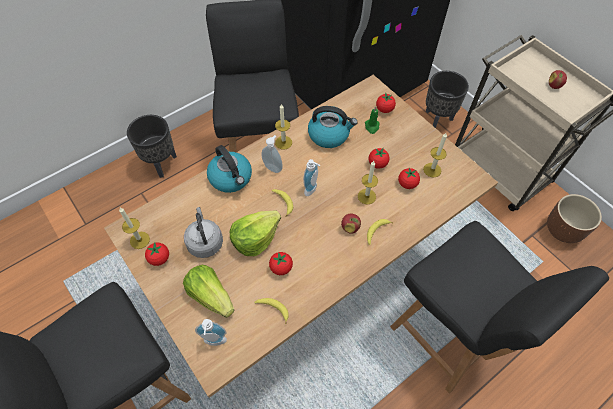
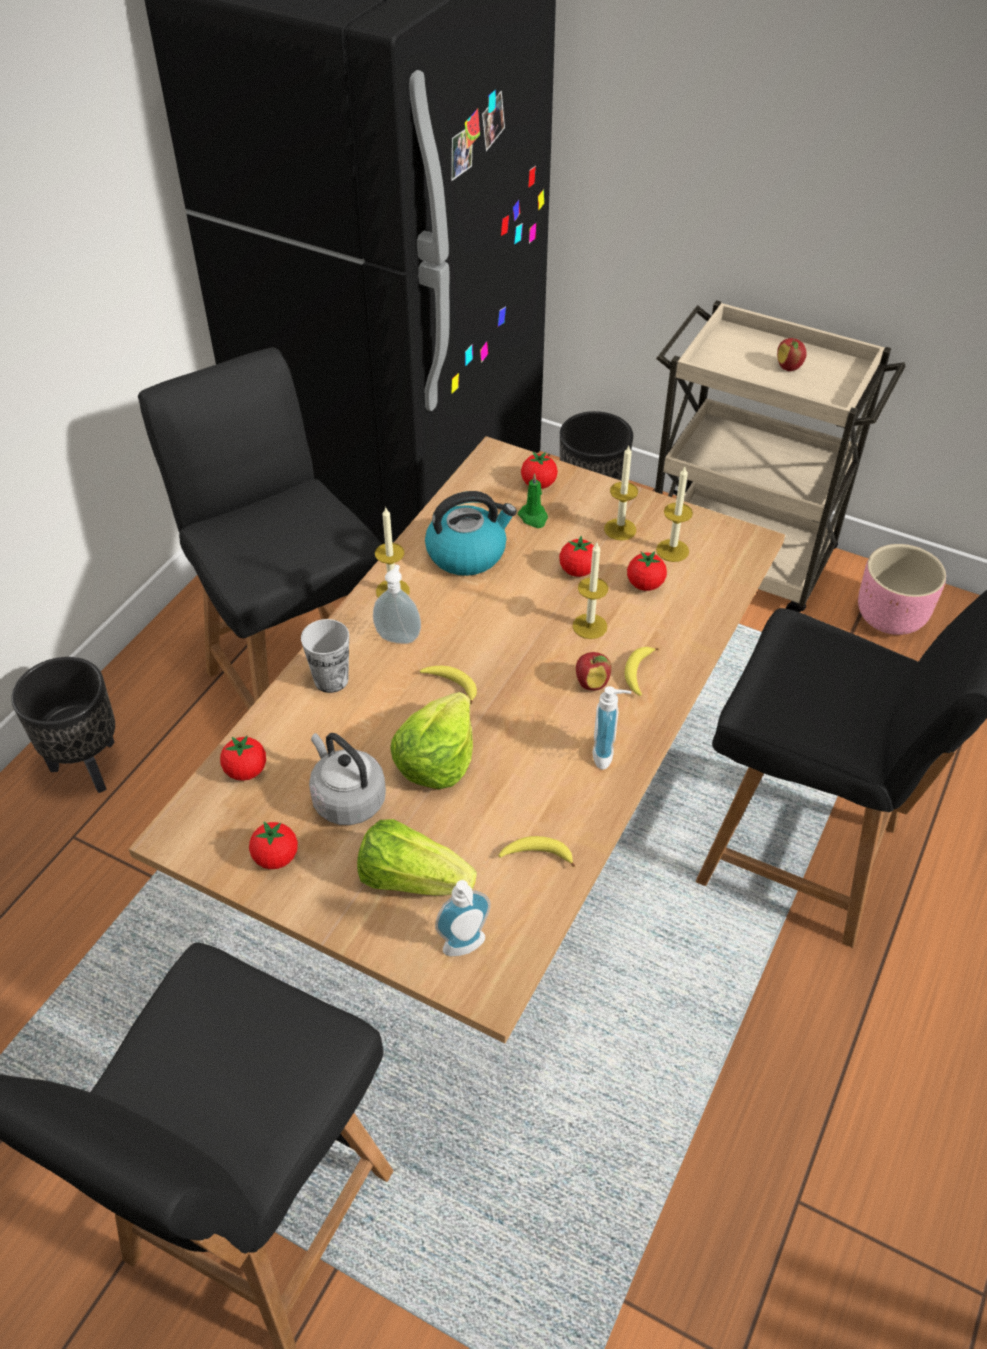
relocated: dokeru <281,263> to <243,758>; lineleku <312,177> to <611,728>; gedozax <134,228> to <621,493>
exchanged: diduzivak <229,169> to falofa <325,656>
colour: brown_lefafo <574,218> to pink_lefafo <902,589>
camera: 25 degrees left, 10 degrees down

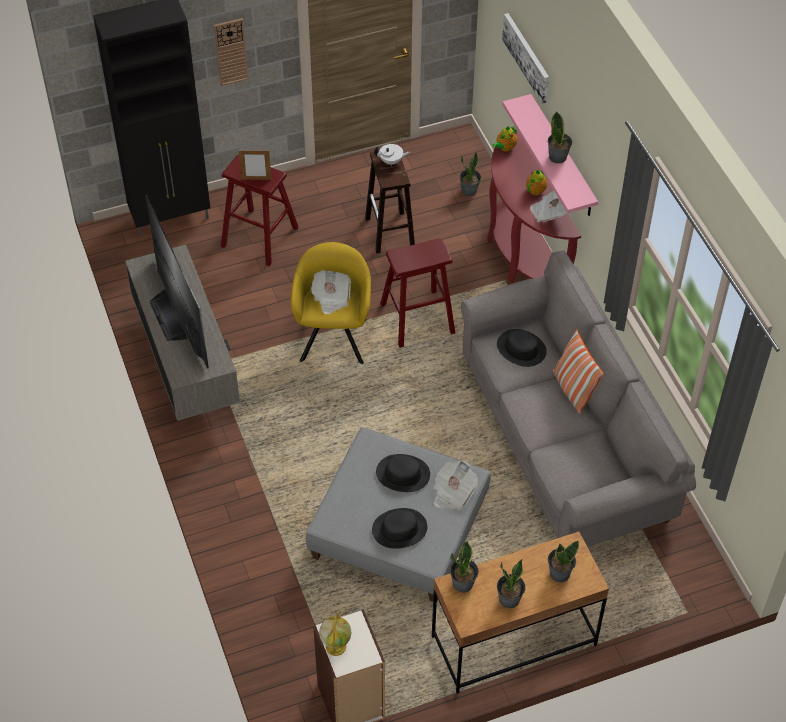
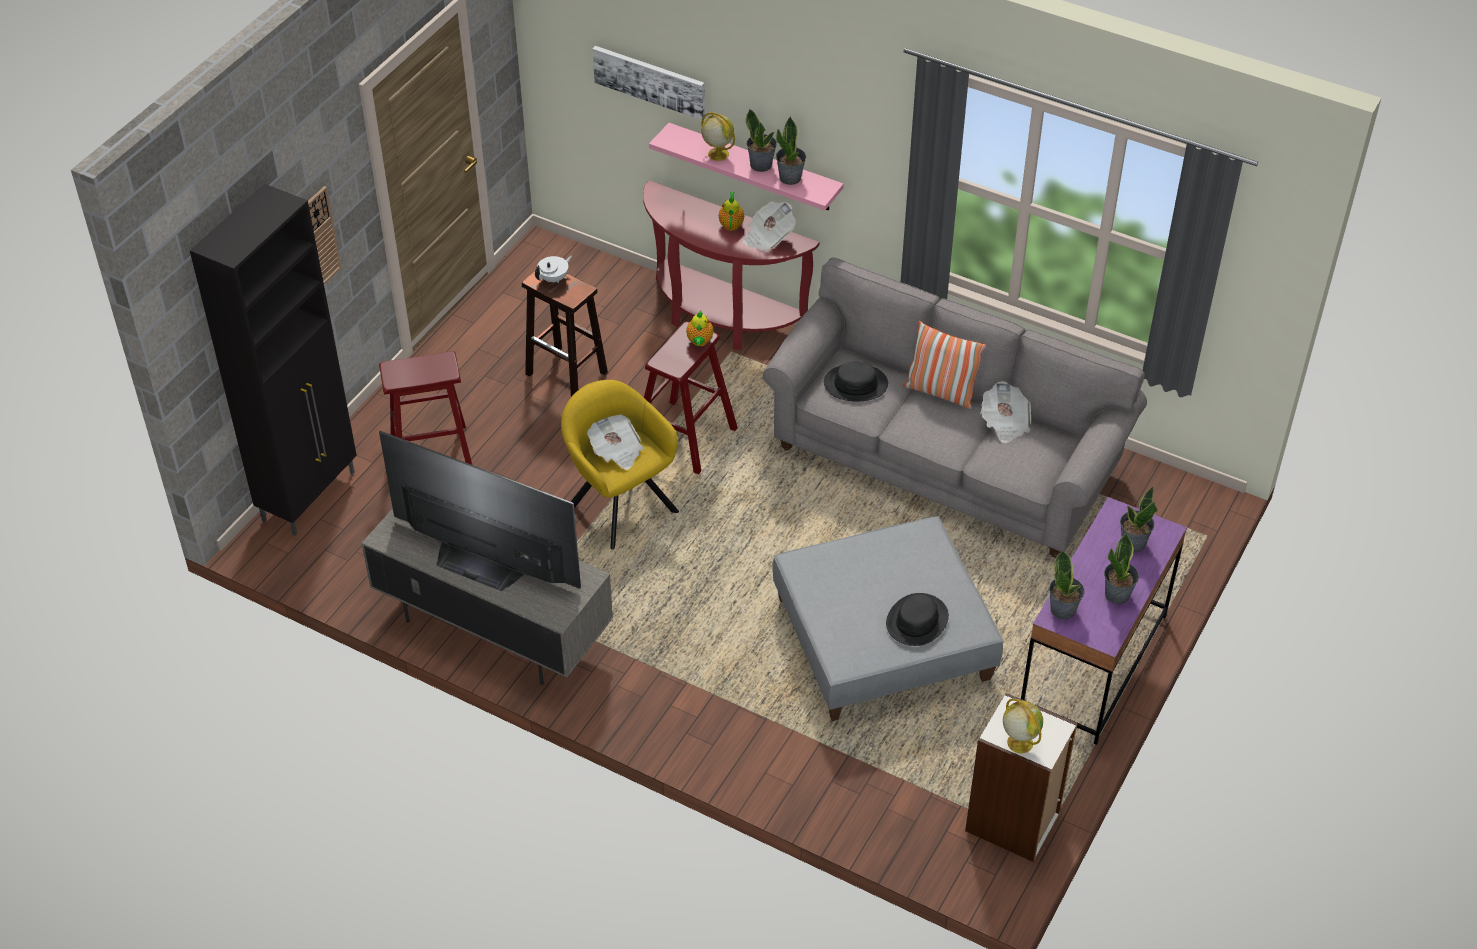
missing: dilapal <255,165>; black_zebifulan <403,473>
appeared: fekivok <718,136>
relocated: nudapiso <504,138> to <700,328>; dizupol <470,173> to <791,150>; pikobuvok <455,485> to <1006,412>
colour: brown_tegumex <520,613> to purple_tegumex <1104,621>
camera: 40 degrees left, 5 degrees down

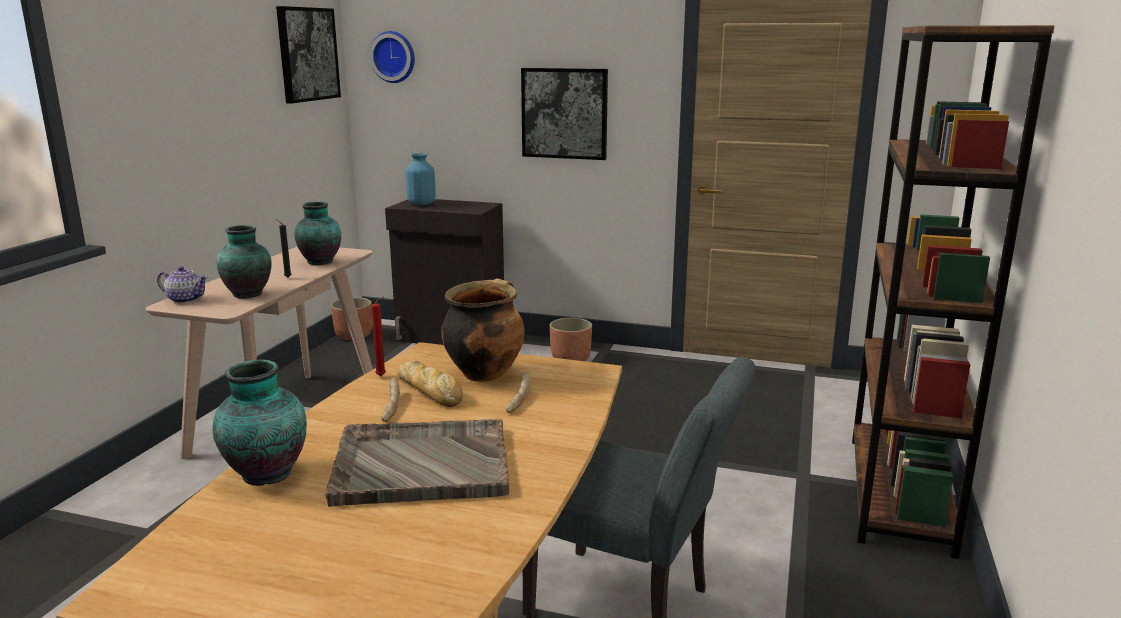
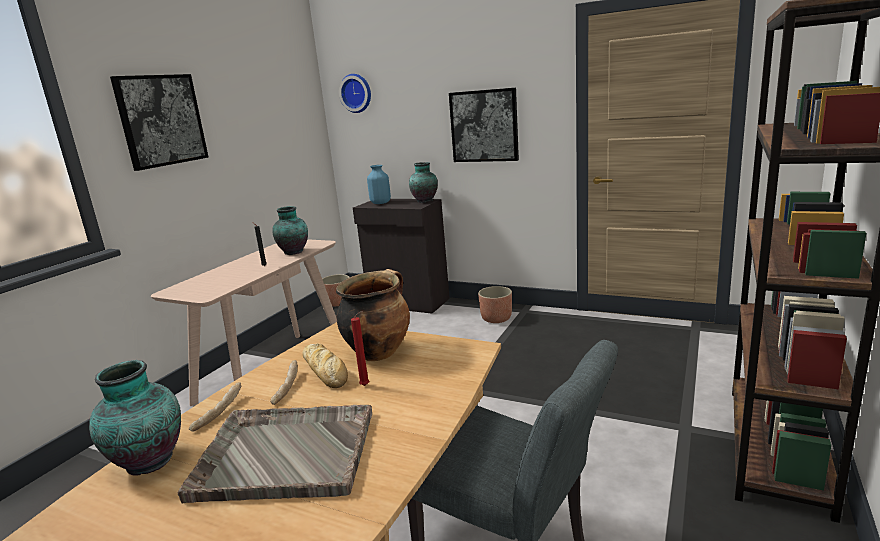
missing: nudapiso <182,284>
relocated: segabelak <308,54> to <159,122>; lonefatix <518,392> to <215,407>; red_gedozax <378,336> to <360,348>; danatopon <244,261> to <423,182>
camera: 10 degrees right, 0 degrees up

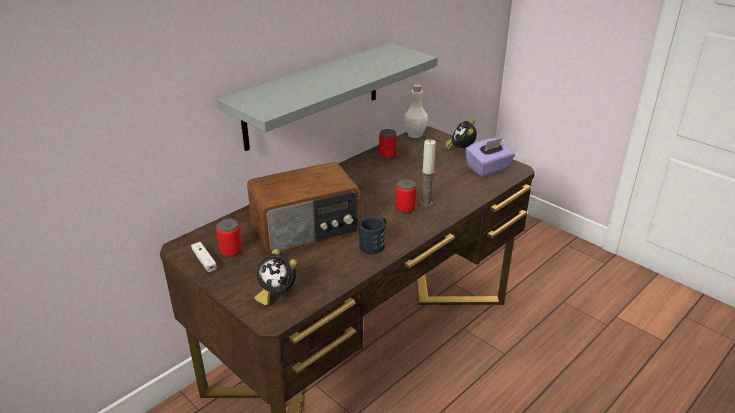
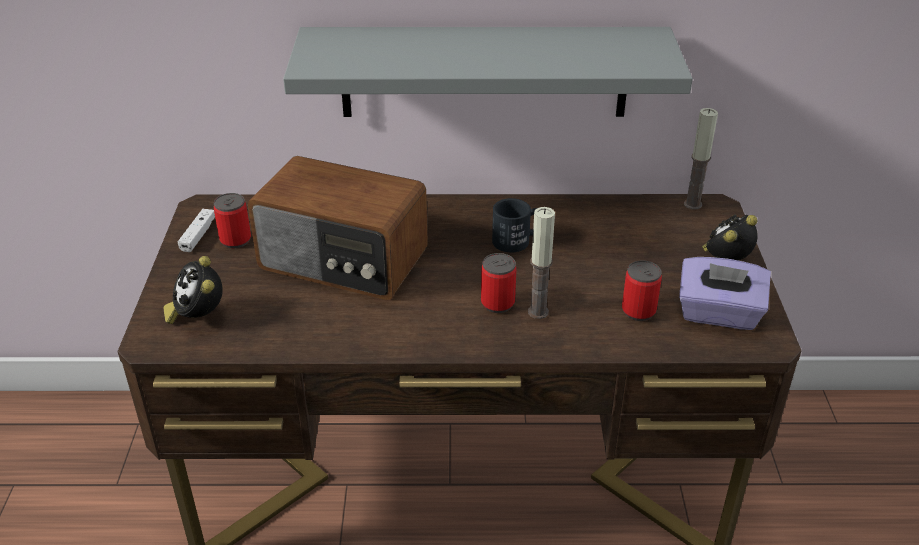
relocated: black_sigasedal <372,235> to <514,225>; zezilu <388,144> to <642,290>
exchanged: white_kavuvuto <416,111> to gedozax <701,159>
camera: 45 degrees right, 5 degrees up

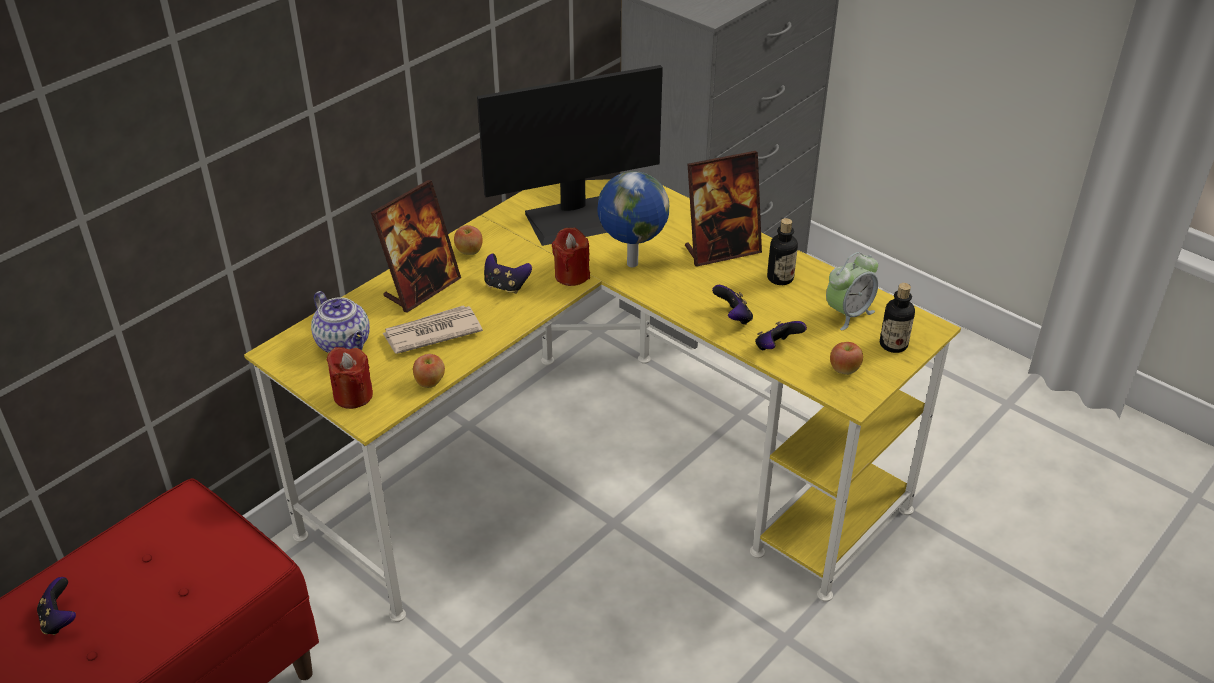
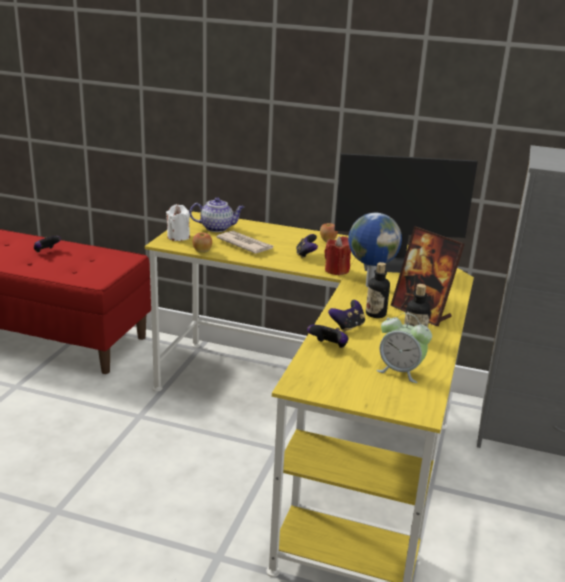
missing: dilapal <416,246>; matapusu <846,358>
relocated: kavuvuto <897,318> to <378,290>
colour: red_gedozax <349,378> to white_gedozax <178,222>
spun: nudapiso <340,322> = <217,214> 120 degrees counterclockwise; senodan <570,155> = <406,213> 45 degrees counterclockwise
camera: 65 degrees right, 15 degrees down

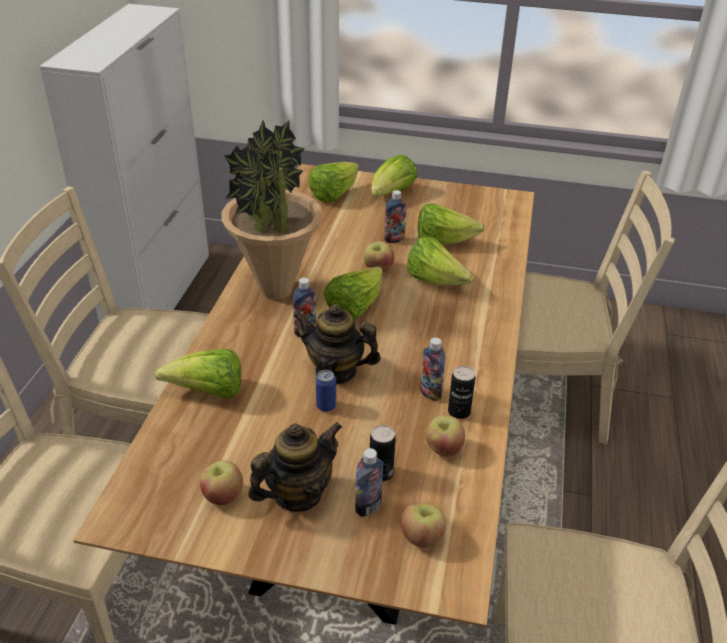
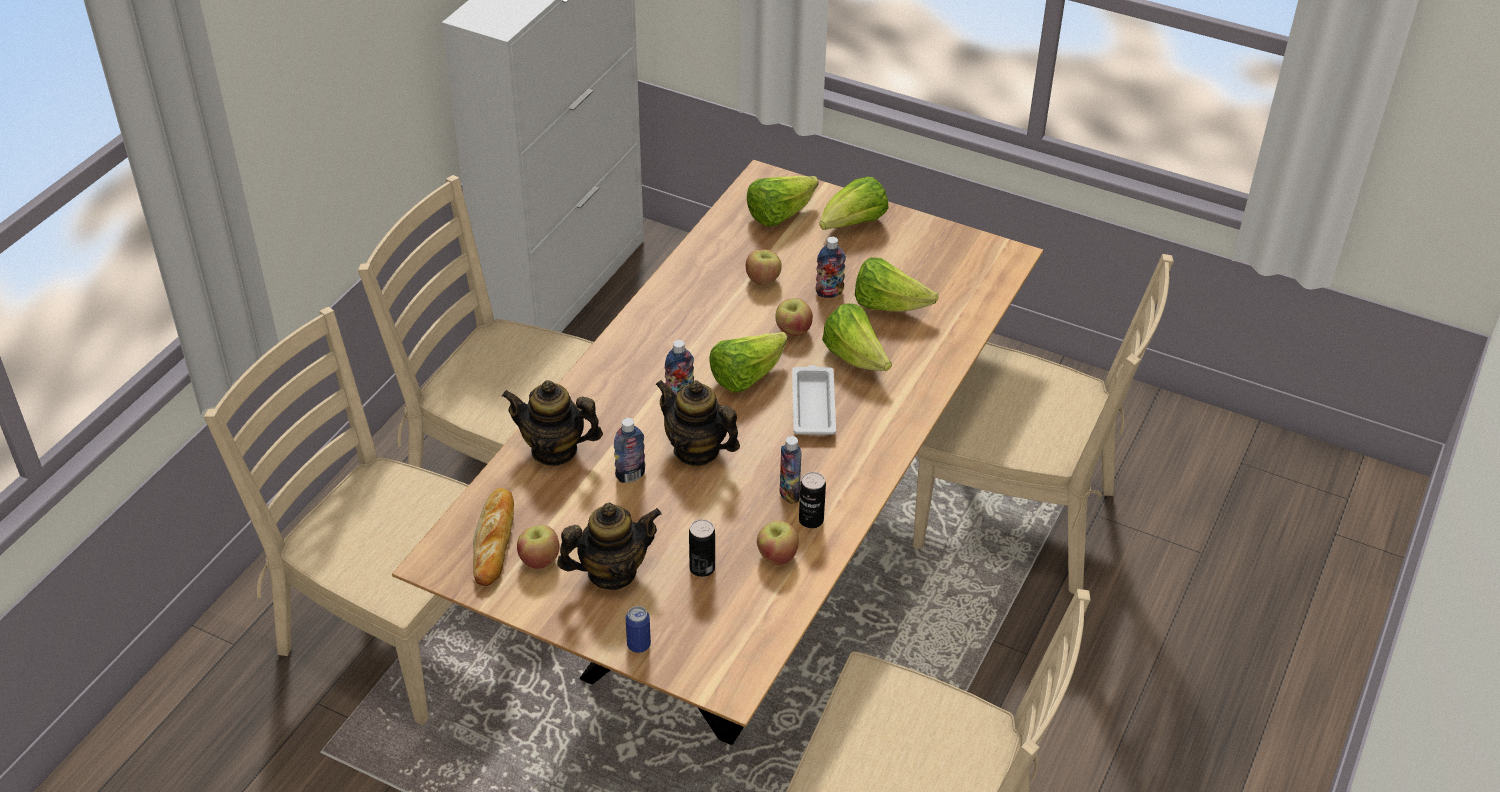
missing: dizupol <272,210>
appeared: lonefatix <493,537>; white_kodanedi <814,399>
relocated: kavuvuto <369,482> to <629,450>; zezilu <326,391> to <638,629>; matapusu <423,524> to <764,267>
exchanged: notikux <198,373> to nudapiso <552,423>
camera: 15 degrees right, 5 degrees up

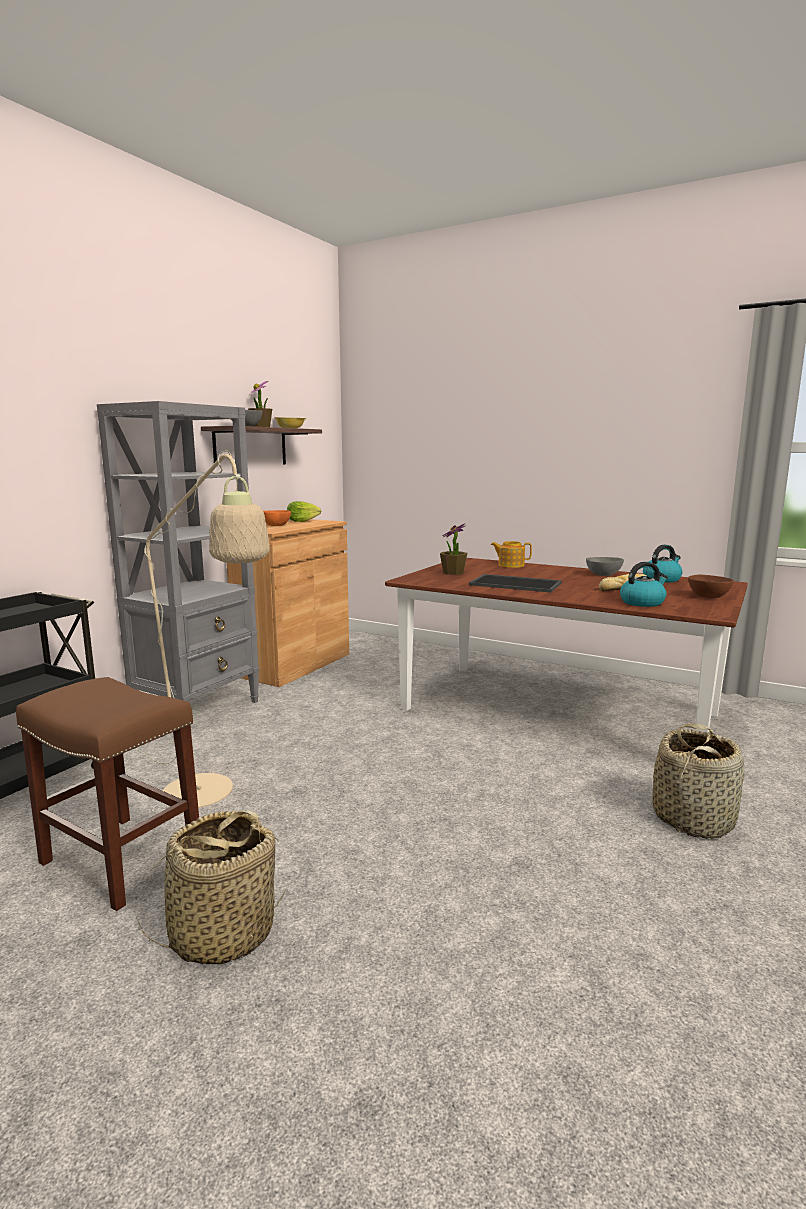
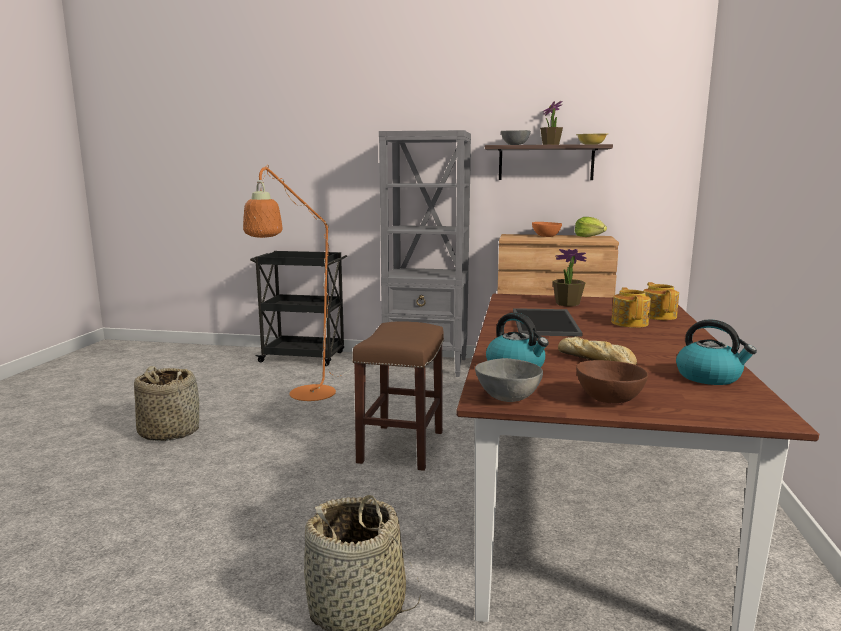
appeared: nudapiso <631,307>
relocated: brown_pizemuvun <107,794> to <398,396>; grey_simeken <605,566> to <509,380>
colour: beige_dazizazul <202,629> to orange_dazizazul <299,283>
camera: 70 degrees right, 0 degrees up

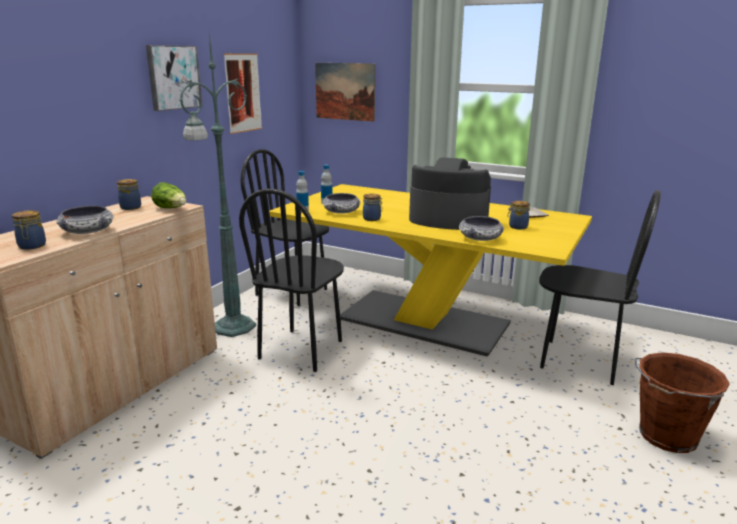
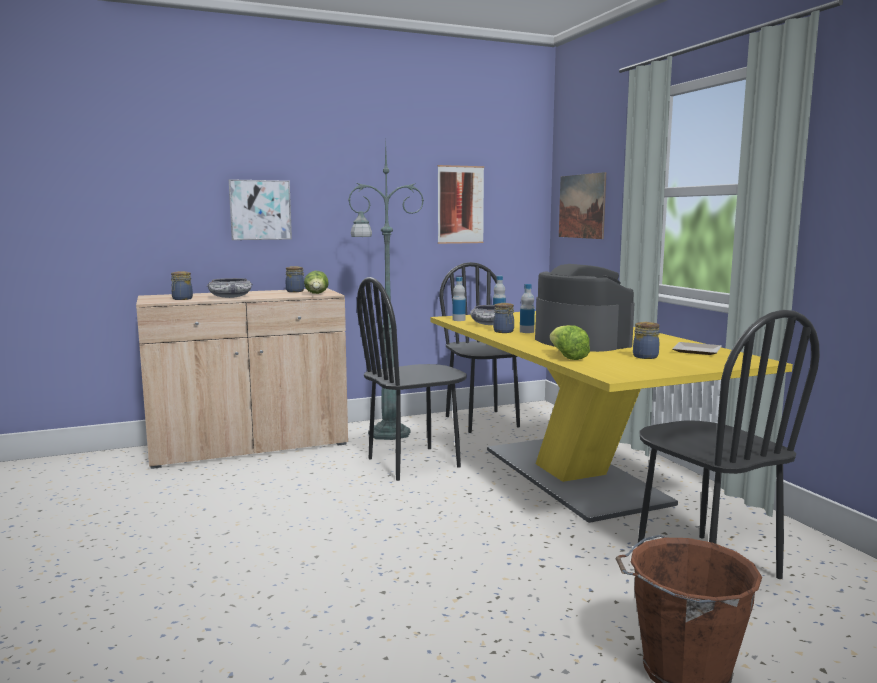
appeared: kavuvuto <527,308>
relocated: segabelak <174,78> to <260,209>
exchanged: simeken <481,228> to notikux <570,342>
camera: 40 degrees right, 10 degrees down

